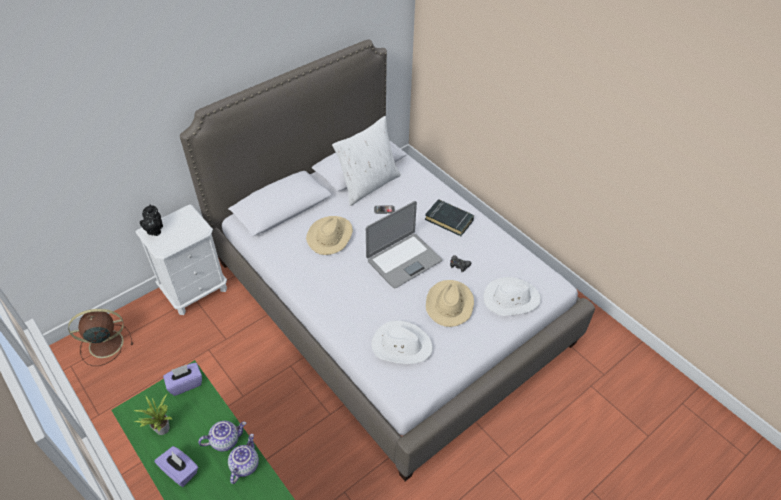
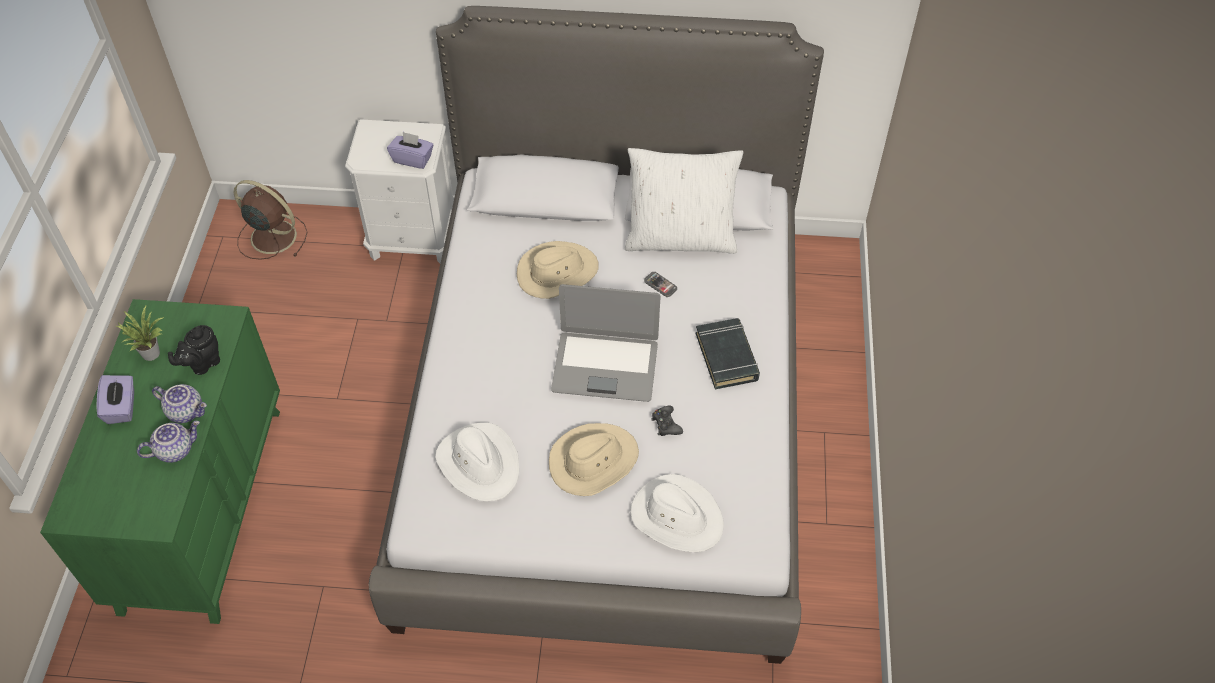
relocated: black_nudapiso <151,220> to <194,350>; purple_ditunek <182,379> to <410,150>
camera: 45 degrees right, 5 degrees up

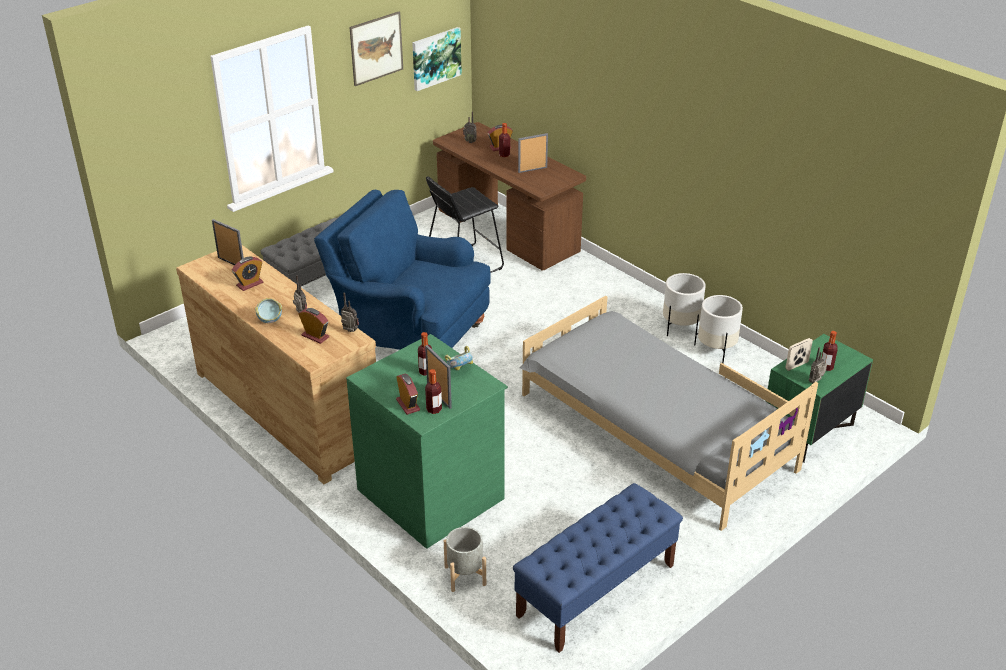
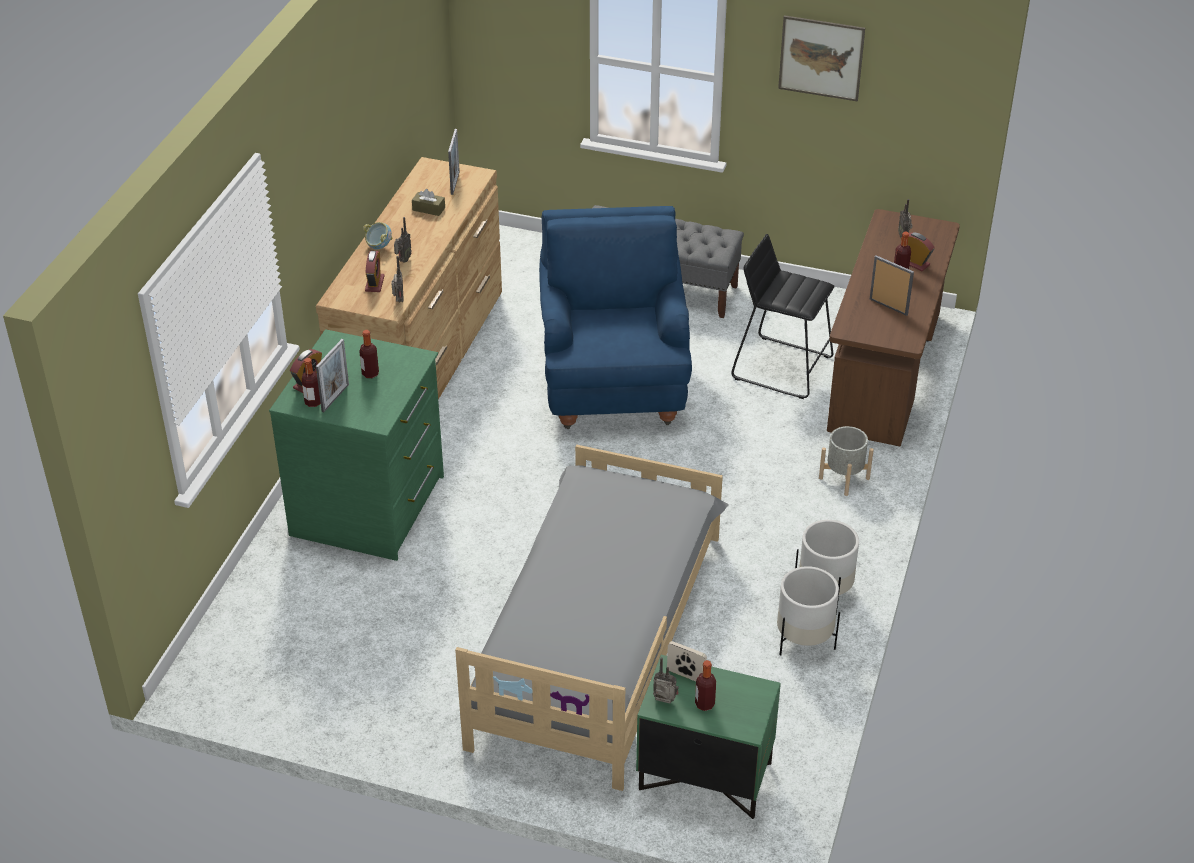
missing: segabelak <437,59>; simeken <459,358>; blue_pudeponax <598,568>
relocated: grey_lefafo <465,559> to <846,461>
exchanged: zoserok <247,274> to brown_ditunek <428,202>
camera: 60 degrees right, 5 degrees up

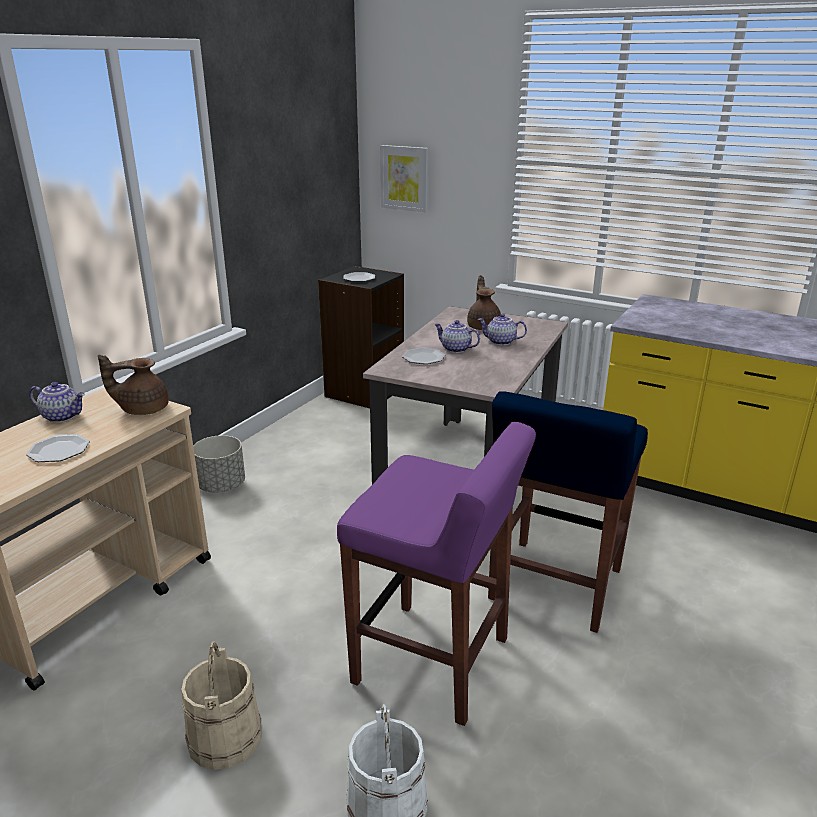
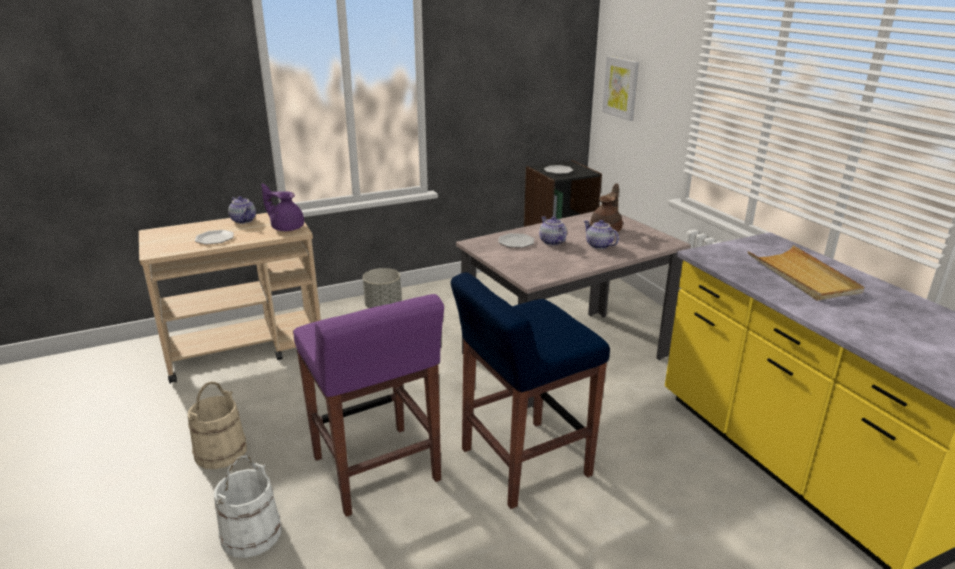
appeared: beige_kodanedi <806,273>
colour: brown_nudapiso <133,384> to purple_nudapiso <282,207>
camera: 35 degrees right, 0 degrees up

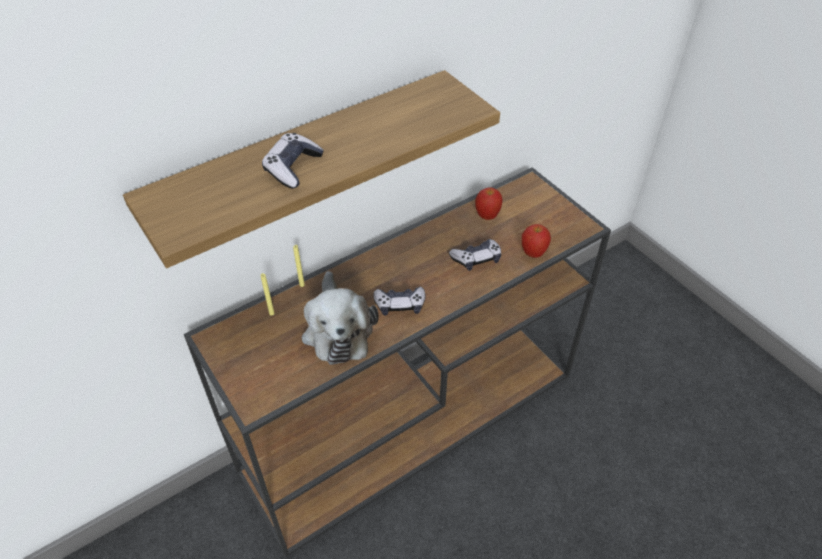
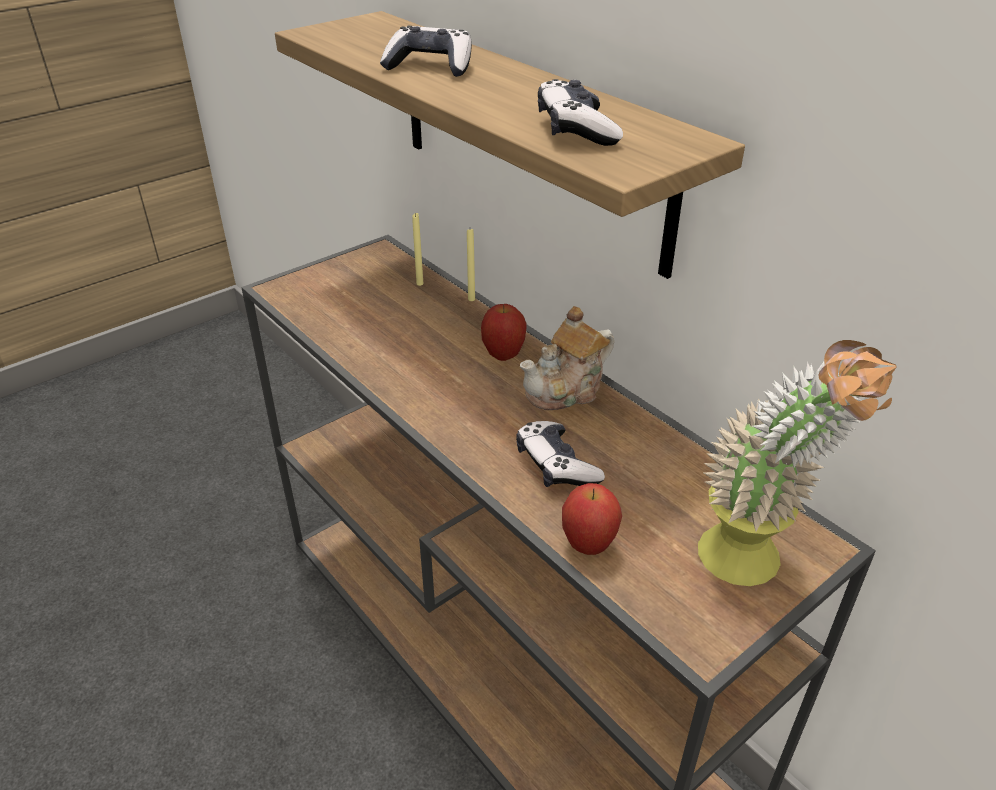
missing: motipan <340,318>
appeared: nudapiso <567,358>; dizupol <797,463>
relocated: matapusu <489,204> to <504,332>; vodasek <399,301> to <580,112>
camera: 85 degrees right, 10 degrees down

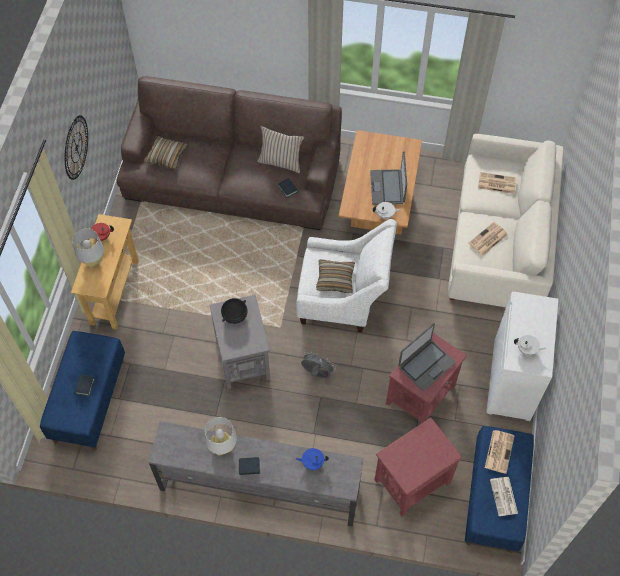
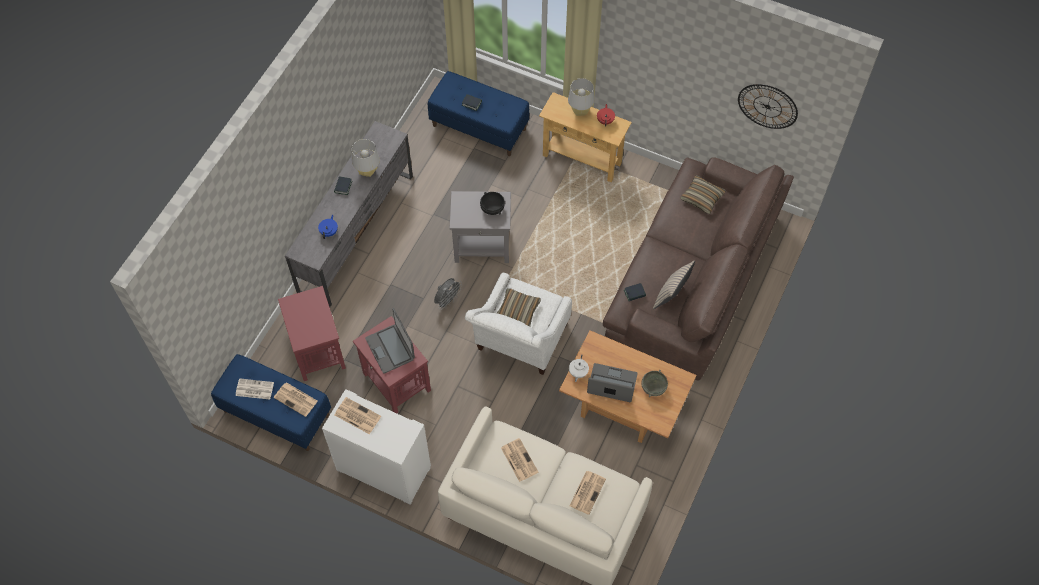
appeared: grey_simeken <654,383>
relocated: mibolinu <76,147> to <768,106>
exchanged: white_nudapiso <530,345> to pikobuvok <358,415>
camera: 105 degrees right, 0 degrees up

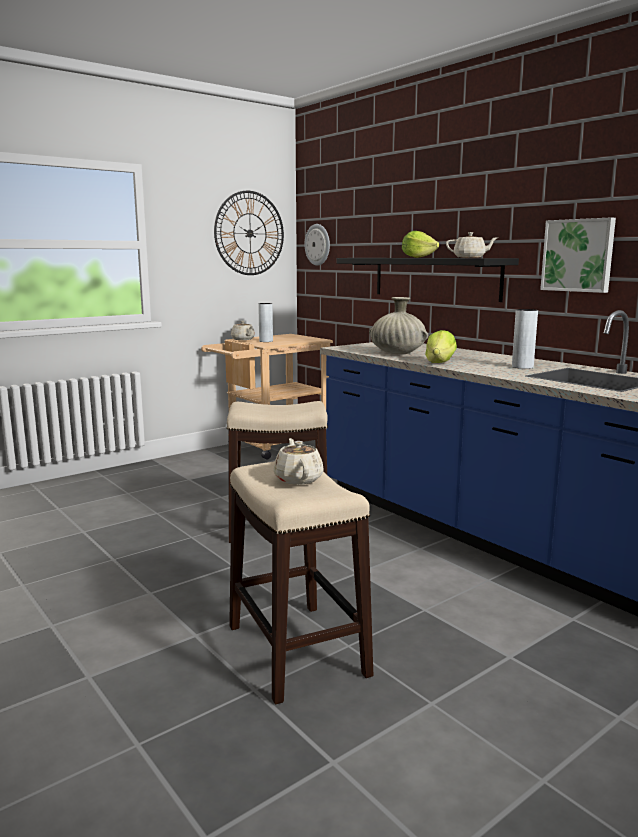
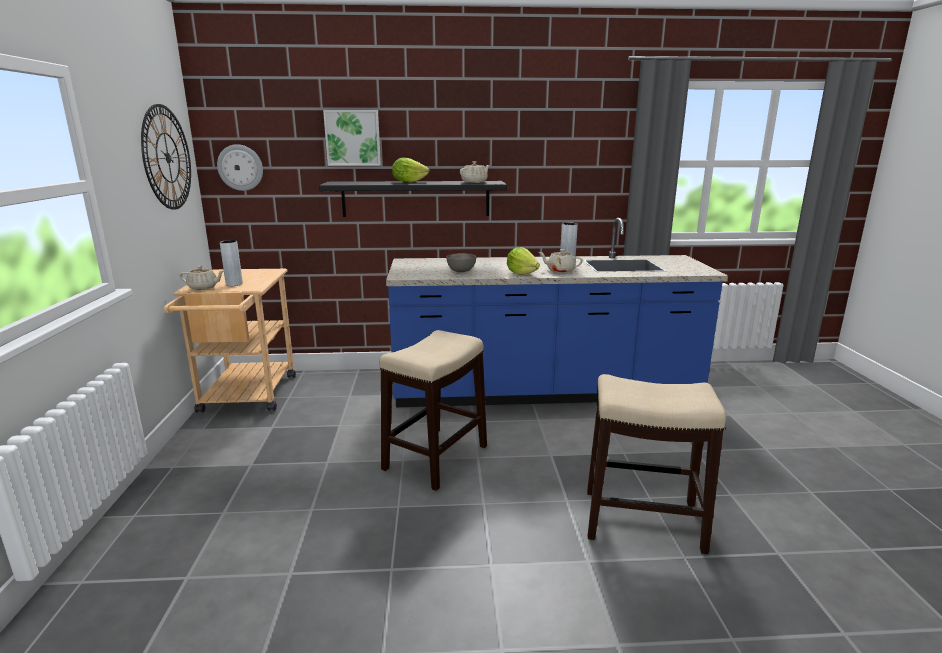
relocated: segabelak <578,255> to <352,138>; beige_nudapiso <299,461> to <561,261>
exchanged: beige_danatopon <398,325> to grey_simeken <461,262>
camera: 55 degrees left, 5 degrees up

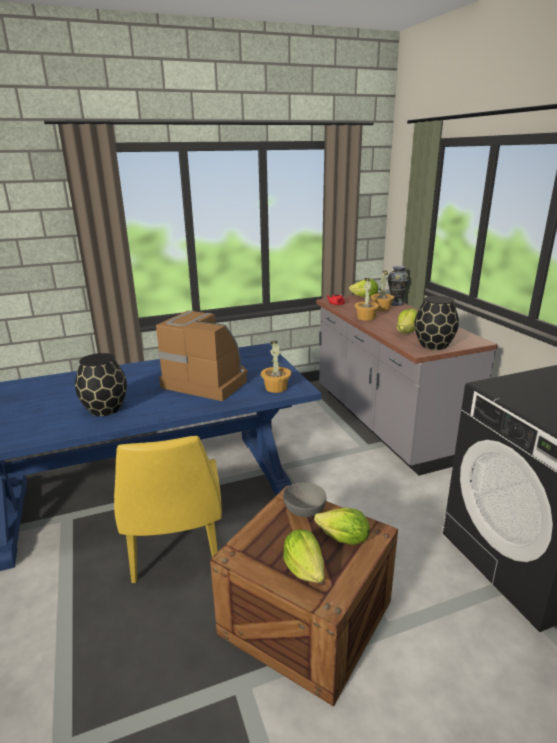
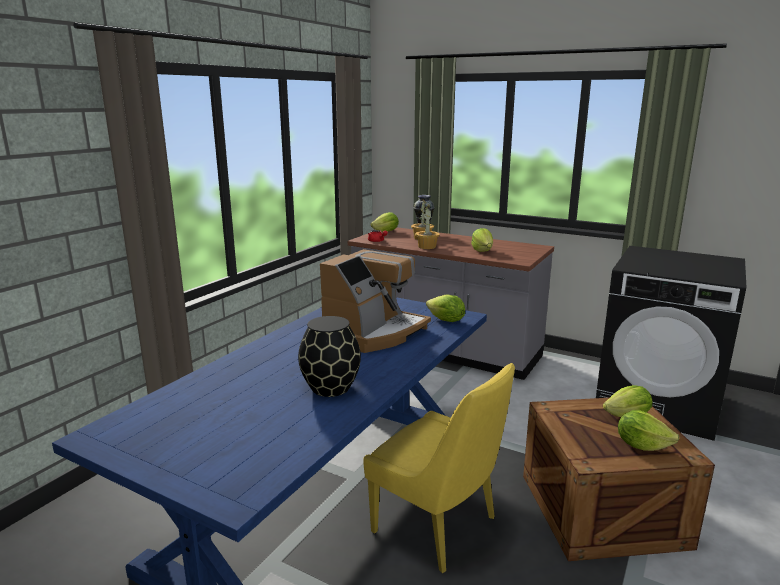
missing: grey_simeken <304,500>; black_danatopon <436,323>
exchanged: dizupol <276,367> to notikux <445,308>
spun: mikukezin <202,356> = <375,301> 135 degrees clockwise
camera: 40 degrees left, 5 degrees down

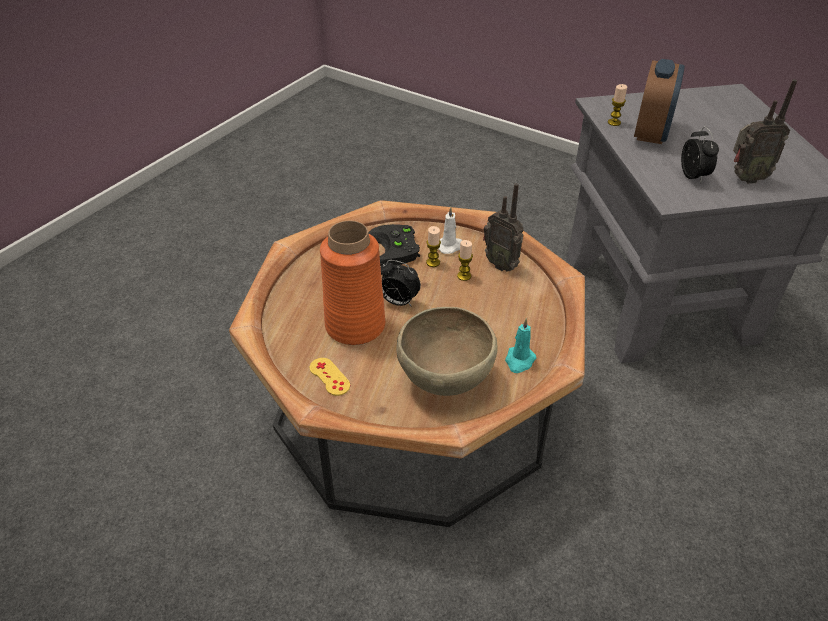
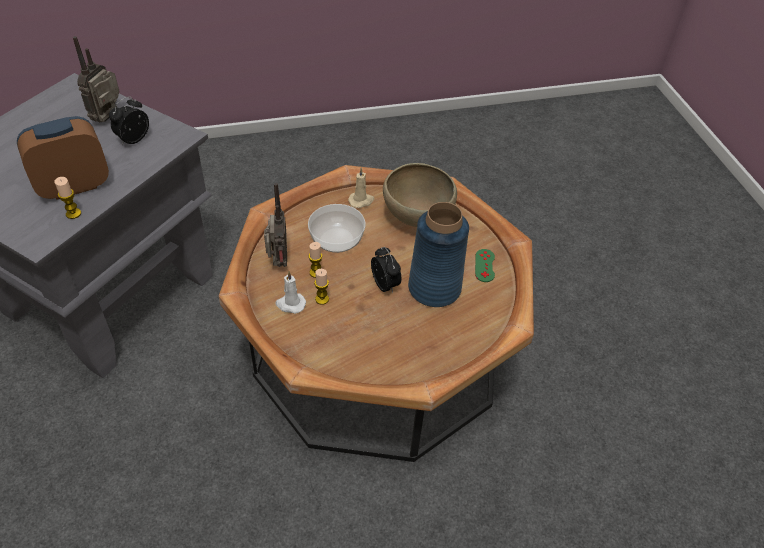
missing: black_vodasek <394,245>
appeared: simeken <337,228>
colour: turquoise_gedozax <520,346> to beige_gedozax <361,187>; orange_danatopon <352,283> to blue_danatopon <438,254>; yellow_vodasek <330,377> to green_vodasek <485,265>
spun: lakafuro <765,131> = <96,79> 105 degrees counterclockwise
camera: 140 degrees left, 5 degrees up

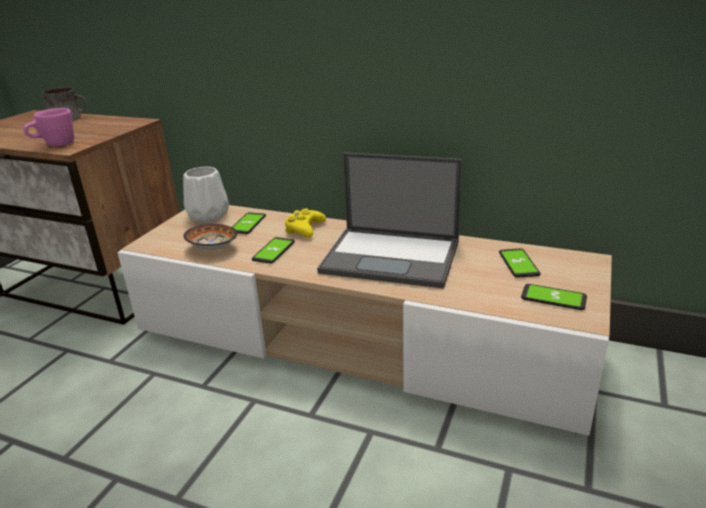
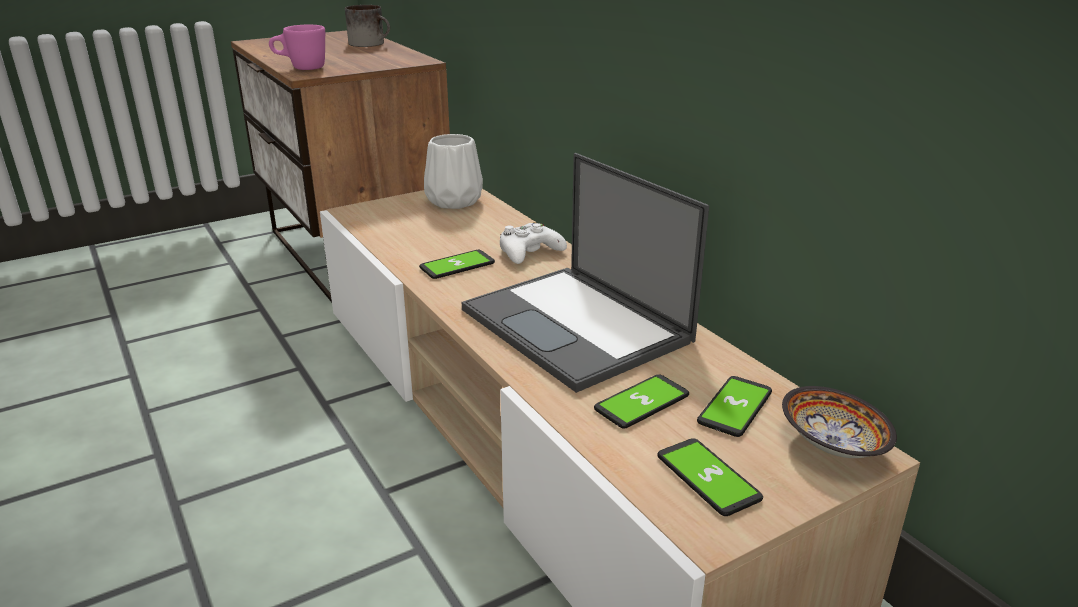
relocated: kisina <249,223> to <641,401>; simeken <211,237> to <839,422>
colour: yellow_vodasek <305,222> to white_vodasek <533,243>
camera: 35 degrees right, 0 degrees up

